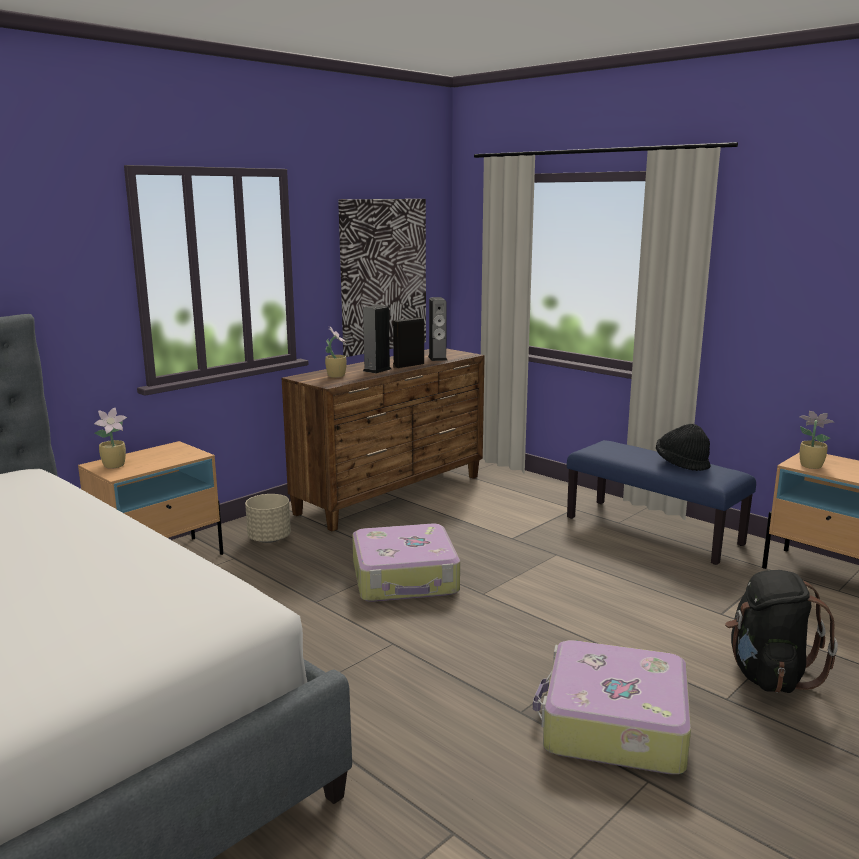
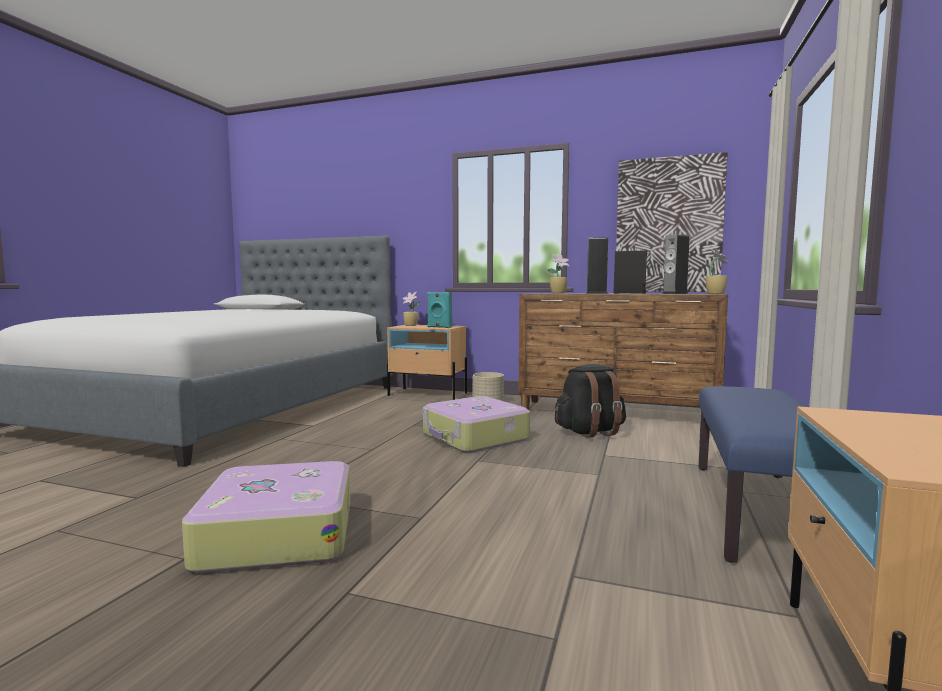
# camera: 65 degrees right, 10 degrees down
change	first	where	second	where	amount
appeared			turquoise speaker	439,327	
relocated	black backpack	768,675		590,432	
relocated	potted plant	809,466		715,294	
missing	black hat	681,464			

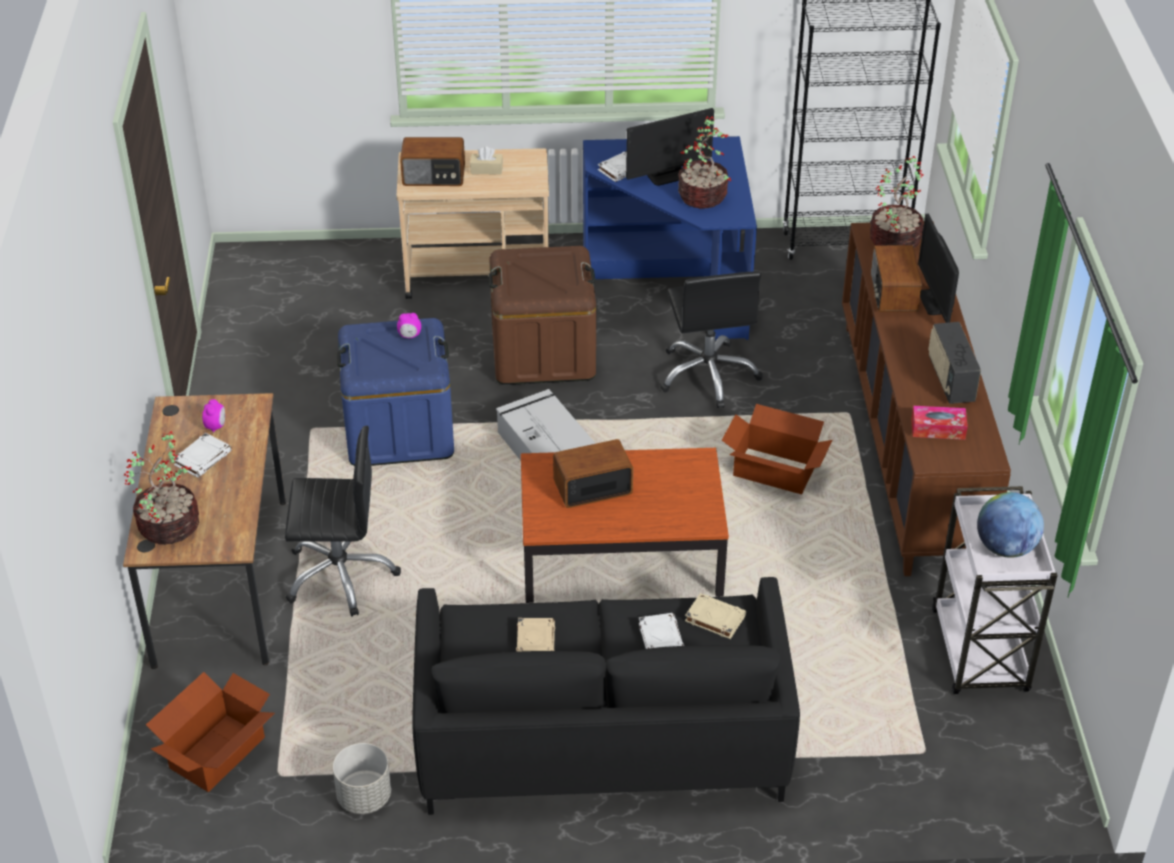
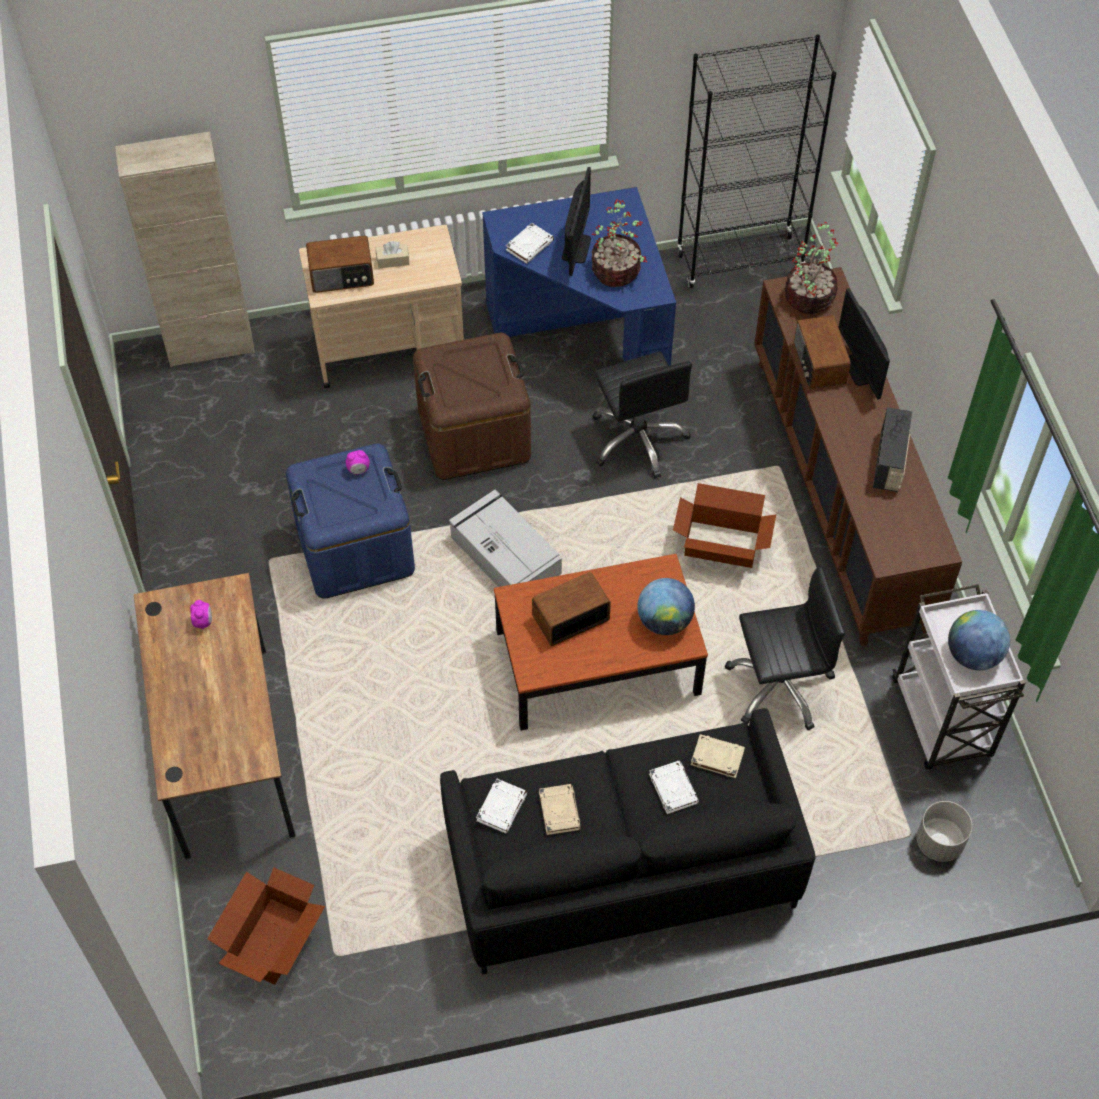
# camera: 10 degrees left, 15 degrees up
change	first	where	second	where	amount
appeared			beige cabinet	210,345	
relocated	white book	203,458		501,807	
spun	monitor	667,175		576,248	45 degrees counterclockwise
appeared			globe	664,621	
relocated	black office chair	340,574		779,685	
spun	radio	950,380		890,463	150 degrees counterclockwise
relocated	grey planter	364,797		939,843	
missing	potted plant	170,525			
missing	tissue box	938,429			

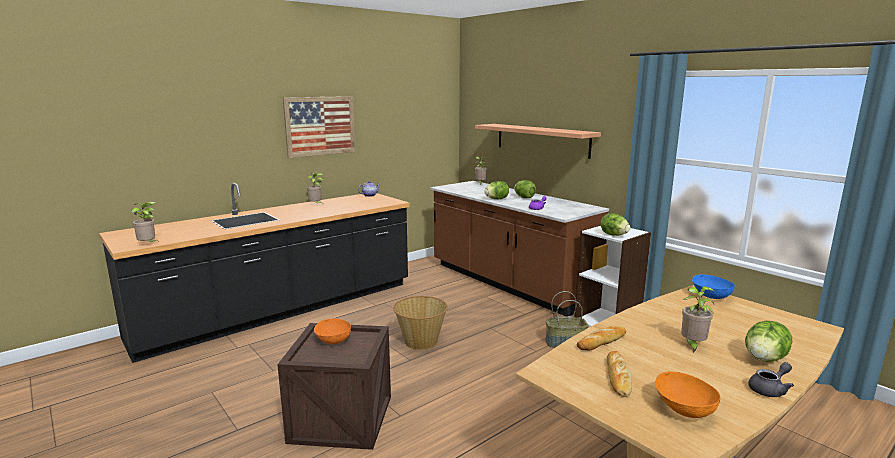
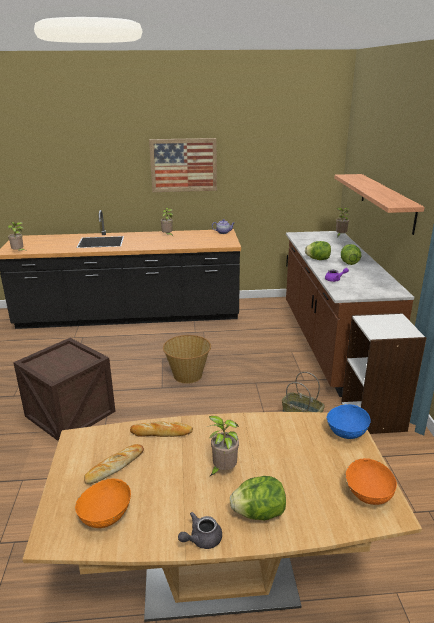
# camera: 35 degrees right, 10 degrees up
change	first	where	second	where	amount
spun	grey teapot	769,390		201,539	135 degrees clockwise
relocated	orange bowl	333,341		367,493	
missing	lettuce	614,235			

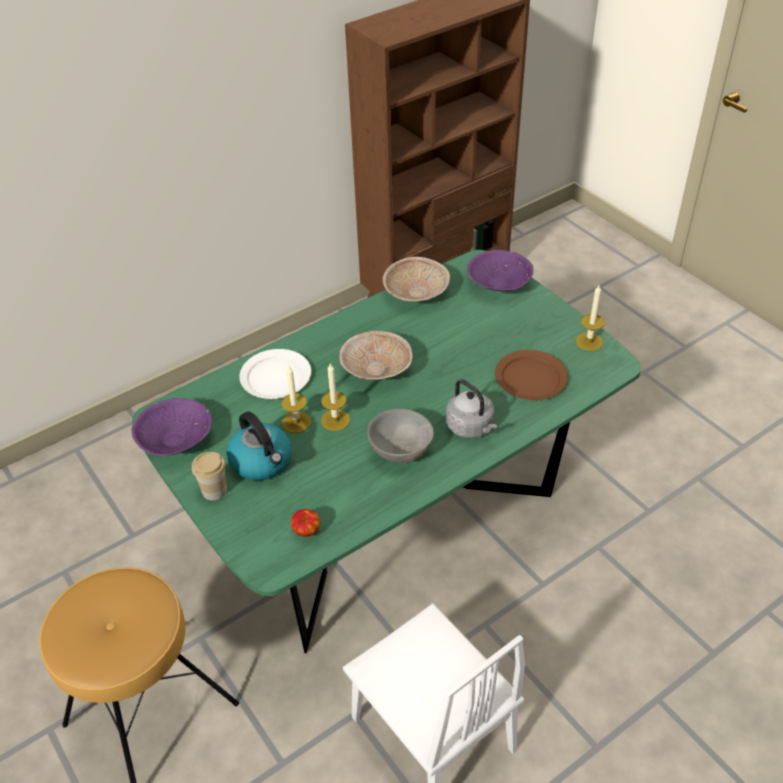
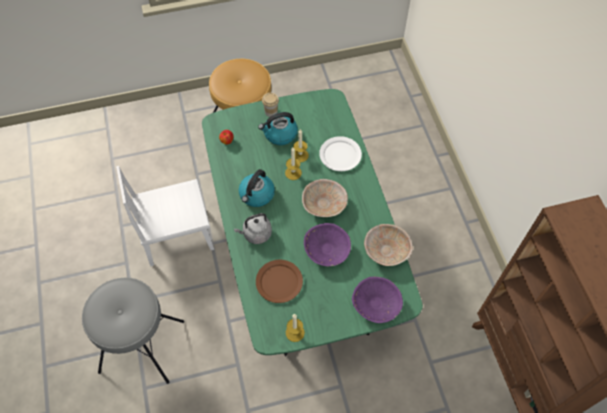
# camera: 110 degrees right, 15 degrees up
change	first	where	second	where	amount
appeared			grey stool	142,345	
exchanged	grey bowl	400,450	kettle	256,195	
relocated	purple bowl	176,440		327,250	

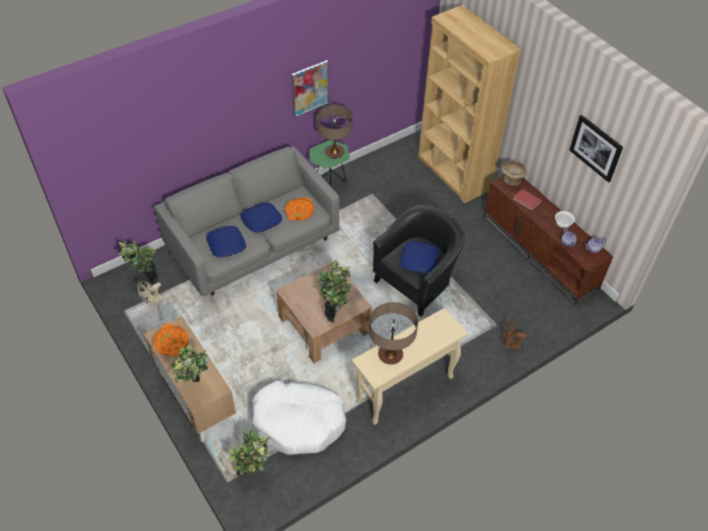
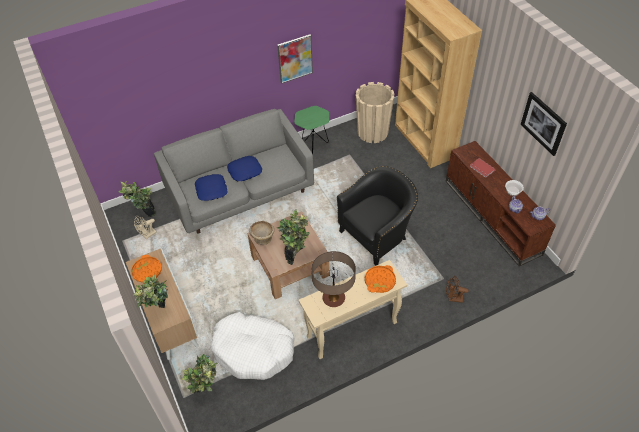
# camera: 10 degrees right, 0 degrees up
change	first	where	second	where	amount
relocated	beige bowl	511,180		262,238	
appeared			beige planter	372,132	
relocated	orange tray	299,211		380,281	
missing	table lamp	334,153			
missing	blue pillow	419,260			

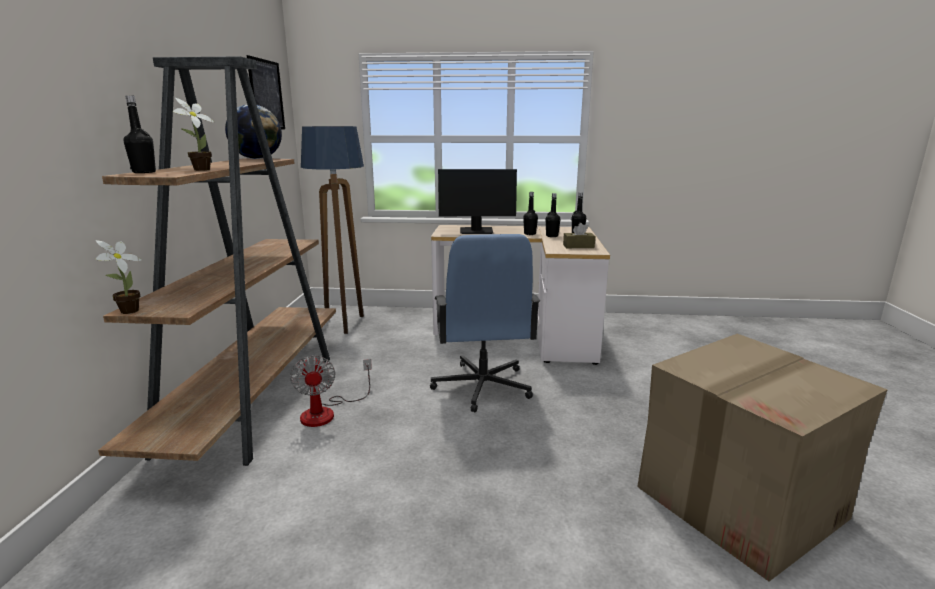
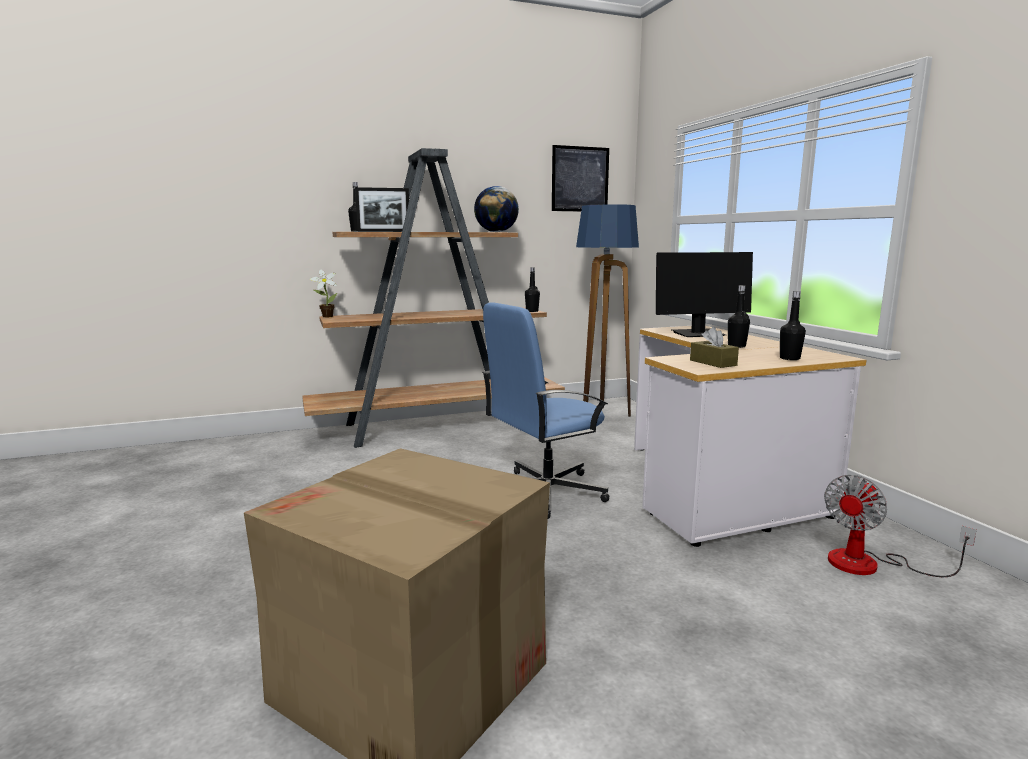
# camera: 65 degrees right, 5 degrees down
change	first	where	second	where	amount
exchanged	potted plant	199,170	picture frame	384,231	
relocated	black bottle	552,236		532,311	
spun	monitor	476,231		698,334	75 degrees counterclockwise
relocated	fan	327,412		870,564	

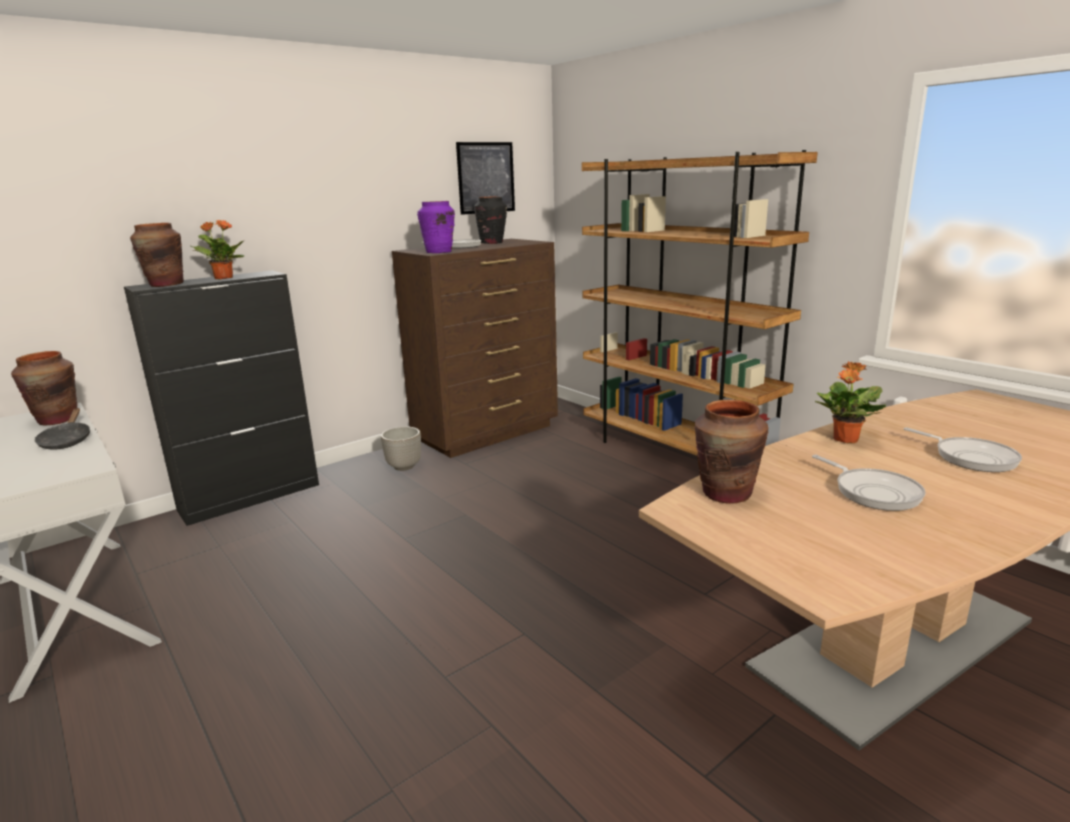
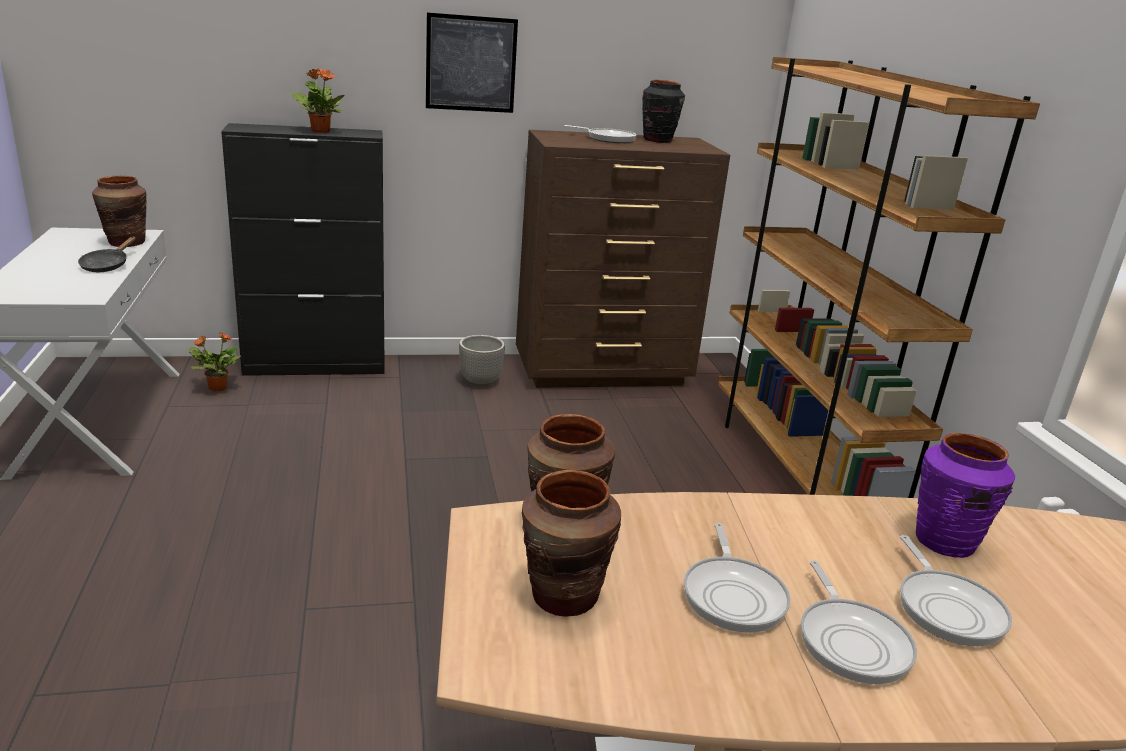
# camera: 25 degrees right, 5 degrees up
change	first	where	second	where	amount
relocated	potted plant	845,439		217,388	
relocated	picture	486,178		471,64	
relocated	brown vase	166,284		563,596	
appeared			frying pan	851,641	
relocated	purple vase	439,252		944,542	

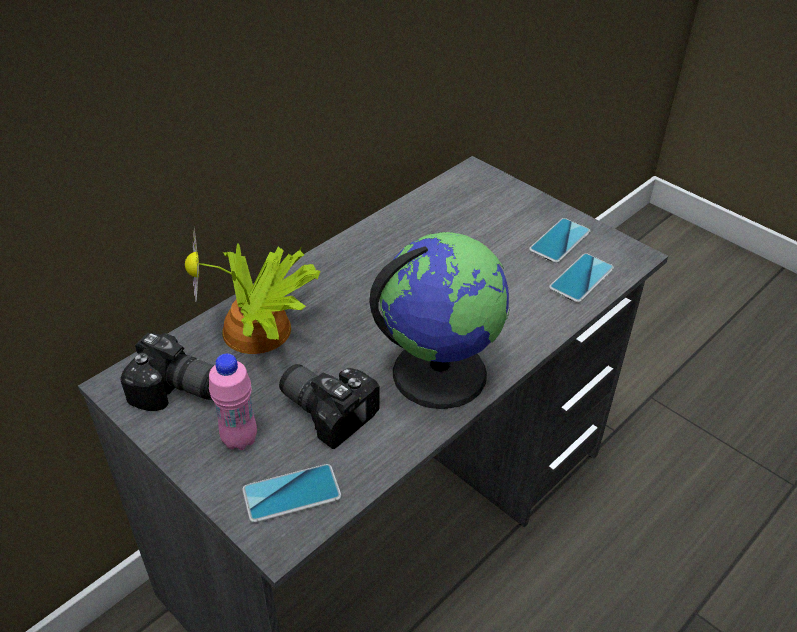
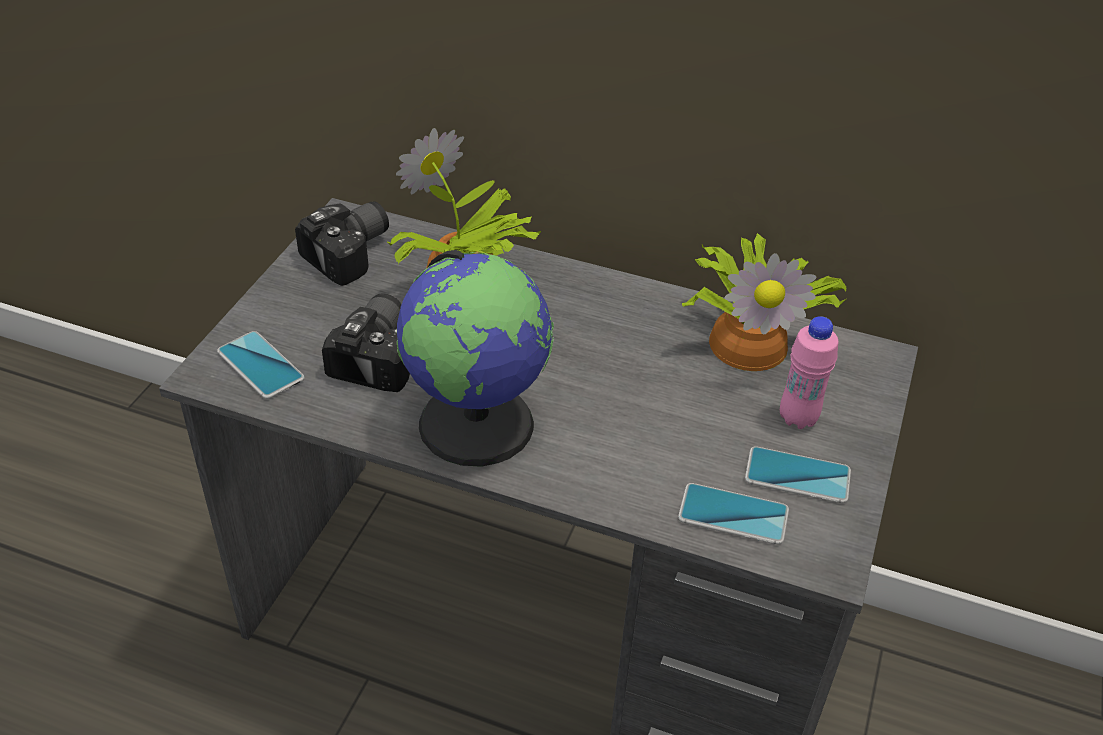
# camera: 65 degrees right, 0 degrees up
change	first	where	second	where	amount
spun	photo camera	178,392		352,254	135 degrees counterclockwise
appeared			potted plant	751,340	
relocated	pink bottle	239,439		798,418	

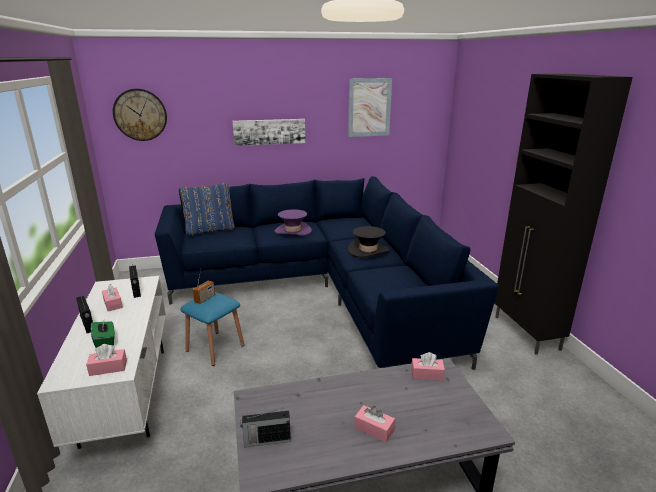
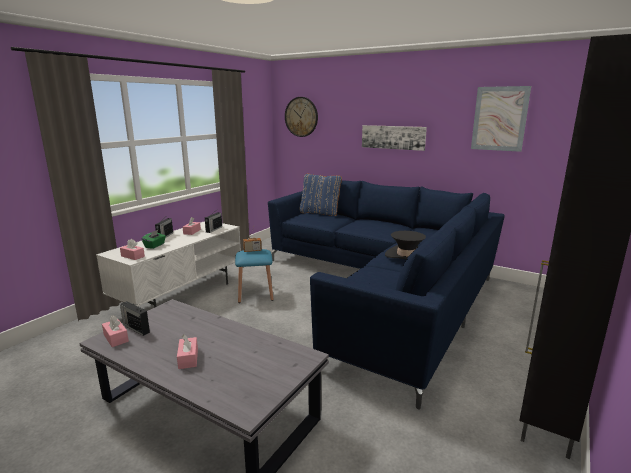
# camera: 45 degrees right, 5 degrees down
change	first	where	second	where	amount
relocated	pink tissue box	427,374		116,338	
missing	purple hat	293,231			

